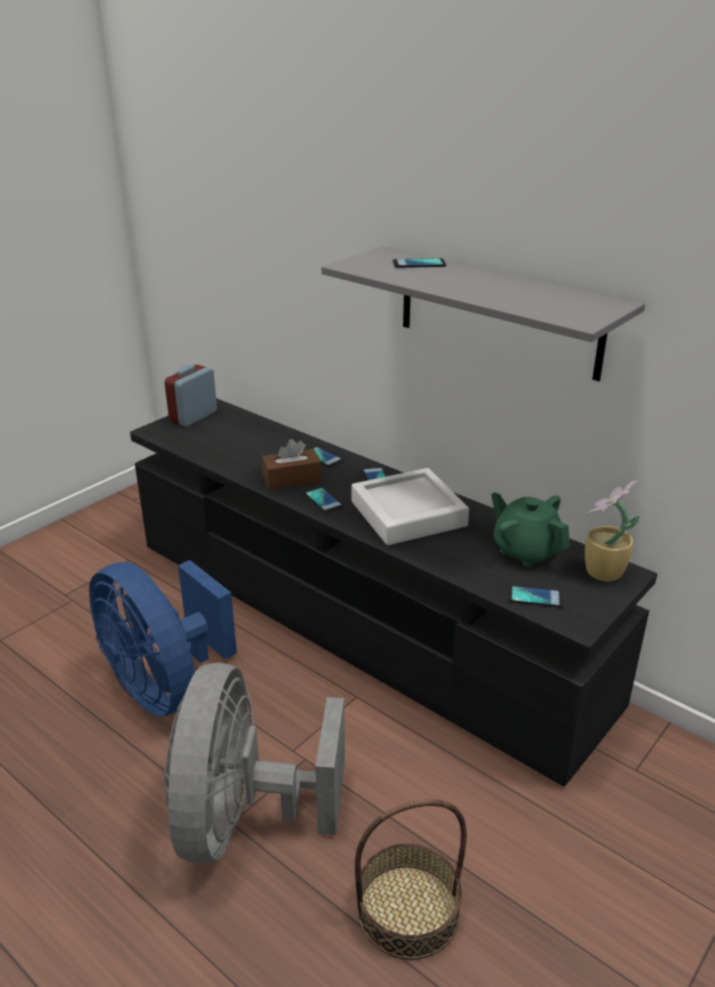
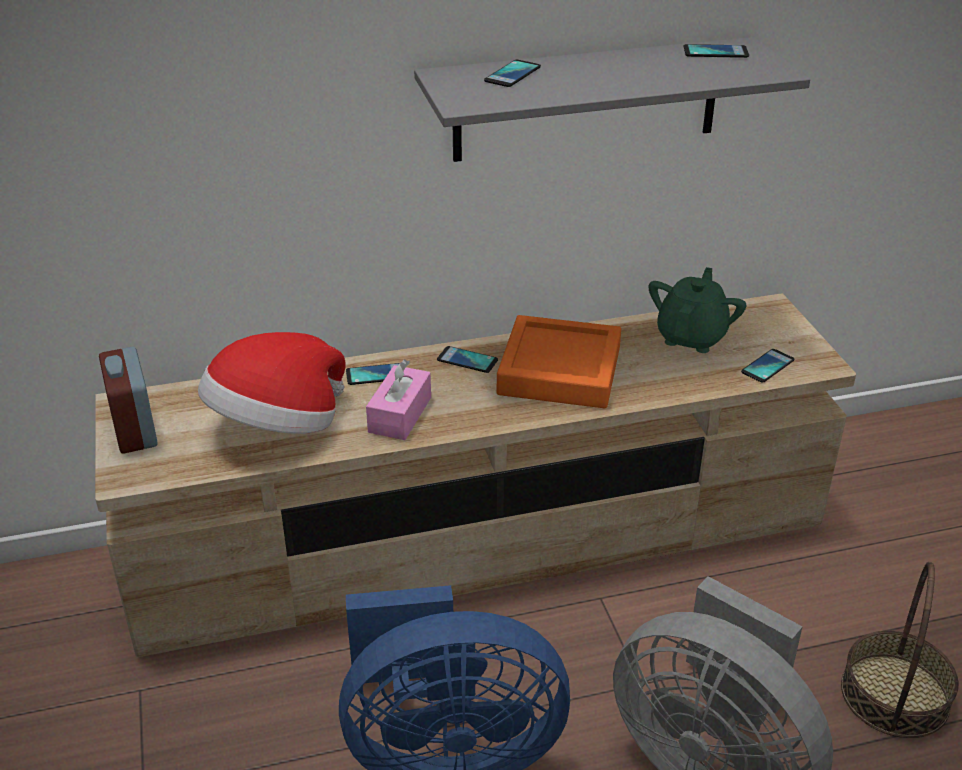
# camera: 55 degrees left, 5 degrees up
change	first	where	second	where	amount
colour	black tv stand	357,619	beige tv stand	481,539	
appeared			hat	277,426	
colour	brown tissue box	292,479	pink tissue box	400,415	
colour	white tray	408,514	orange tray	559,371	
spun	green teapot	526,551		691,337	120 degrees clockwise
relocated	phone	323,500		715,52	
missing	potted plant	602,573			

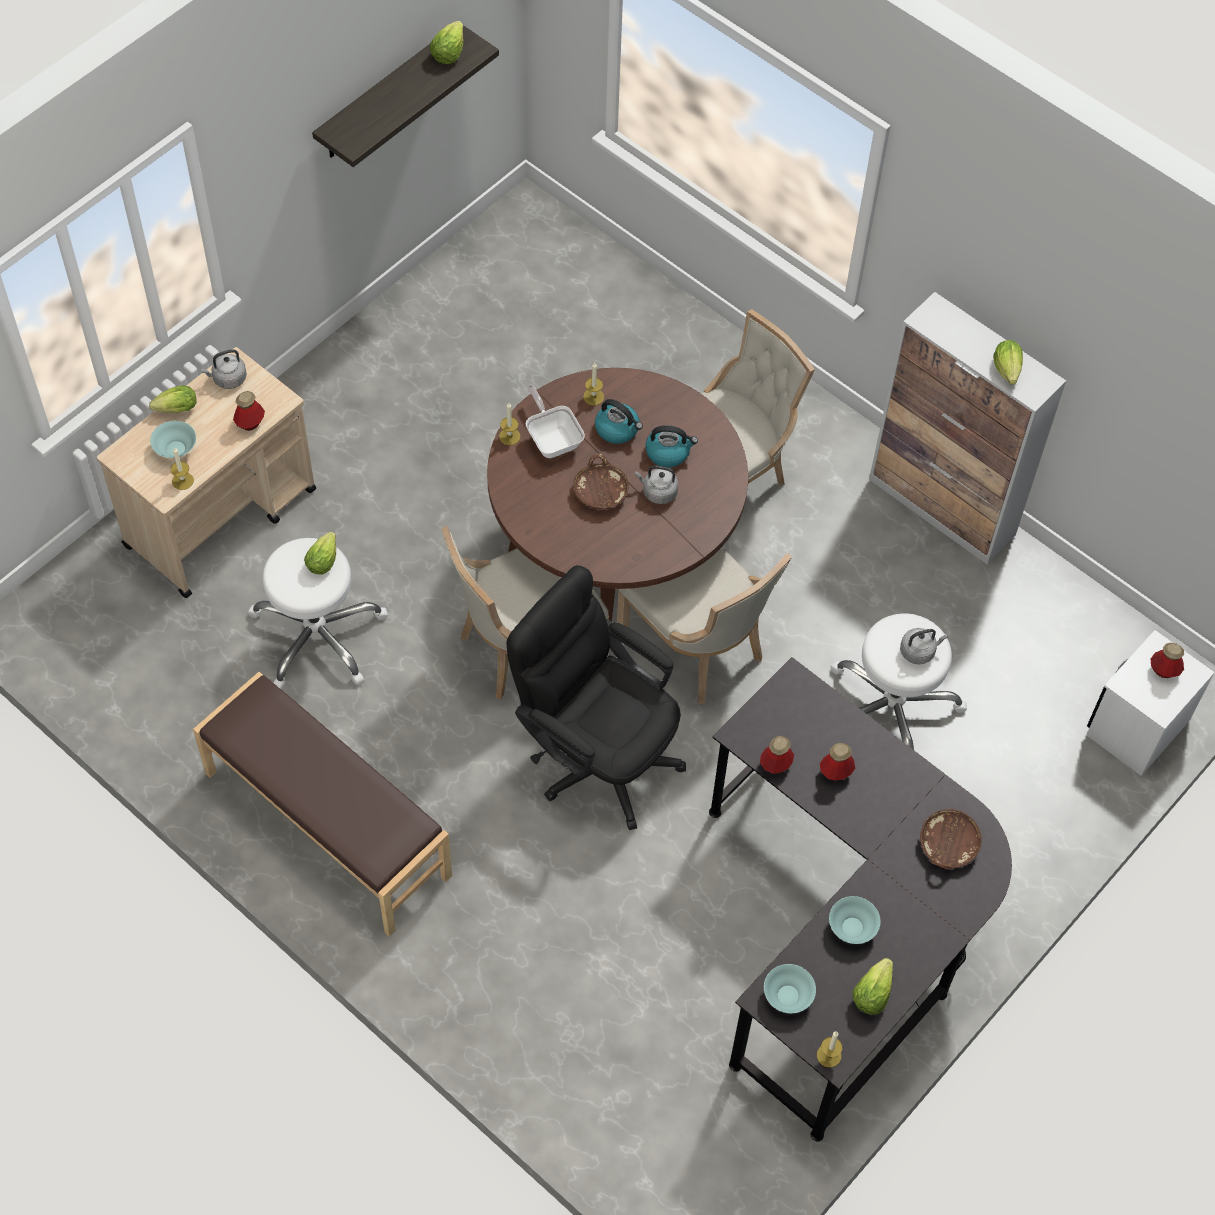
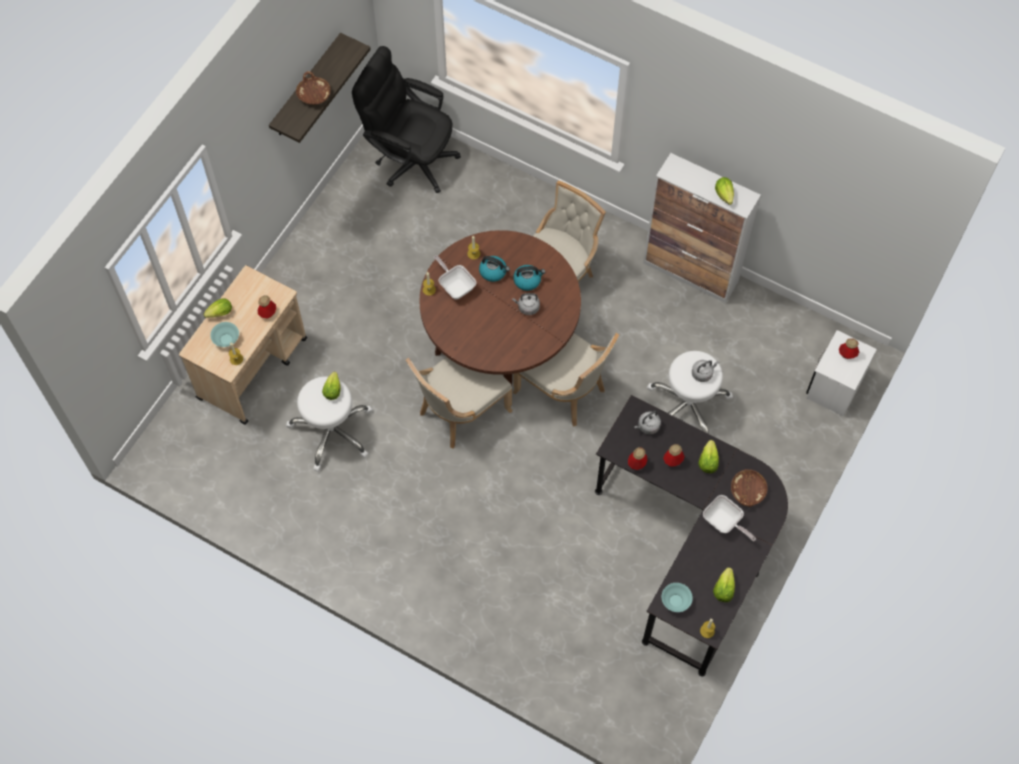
# camera: 10 degrees left, 5 degrees up
change	first	where	second	where	amount
relocated	brown bowl	600,491		313,94	
relocated	black office chair	596,754		410,158	
relocated	grey kettle	228,379		647,426	
relocated	lettuce	448,53		708,462	
appeared			frying pan	724,523	
missing	brown bench	326,825			
missing	turquoise bowl	853,927			

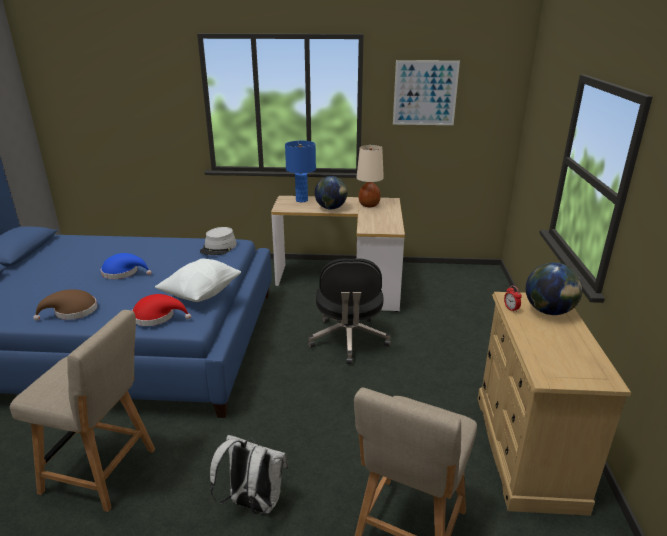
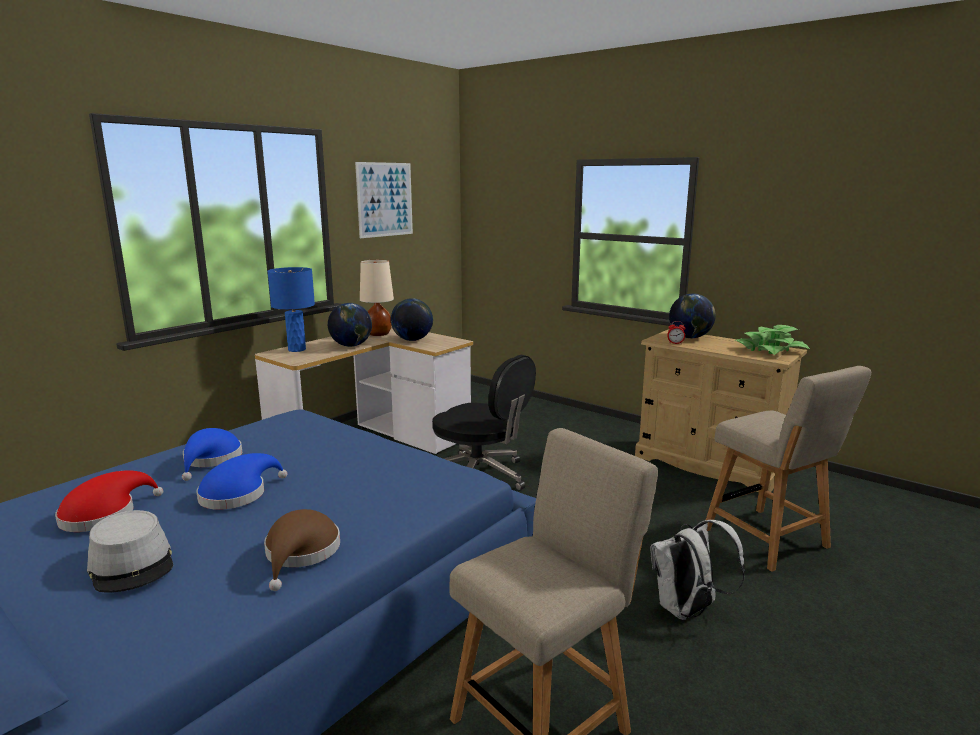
# camera: 55 degrees left, 10 degrees down
change	first	where	second	where	amount
relocated	red hat	157,317		104,514	
relocated	grey hat	218,248		132,564	
appeared			blue hat	211,460	
appeared			globe	412,340	
appeared			potted plant	770,350	
missing	white pillow	201,294			

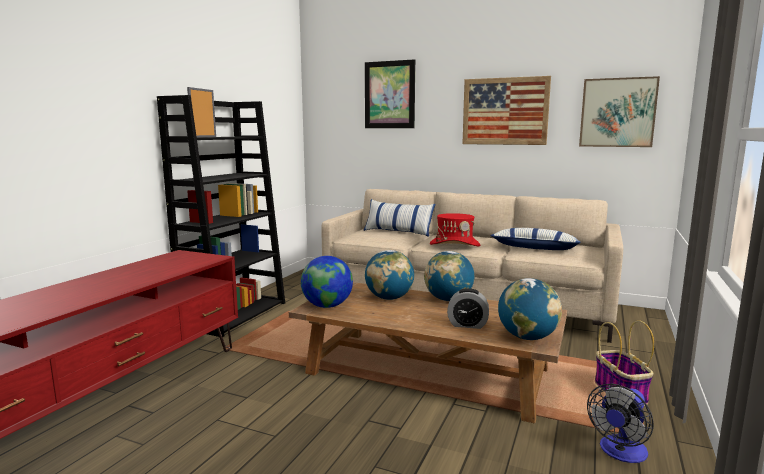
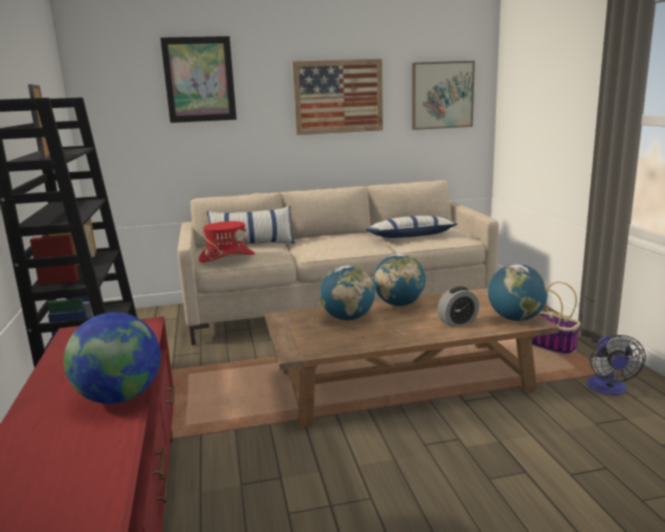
# camera: 35 degrees left, 5 degrees up
change	first	where	second	where	amount
relocated	globe	327,306		120,397	
relocated	red hat	454,244		227,257	

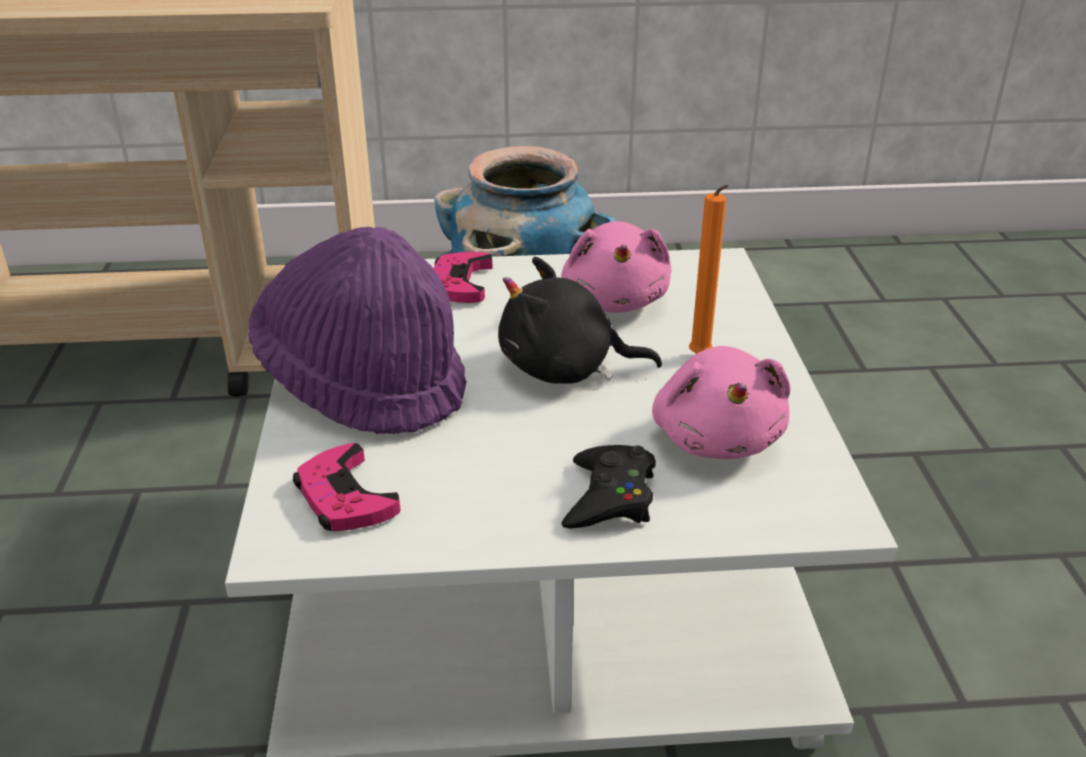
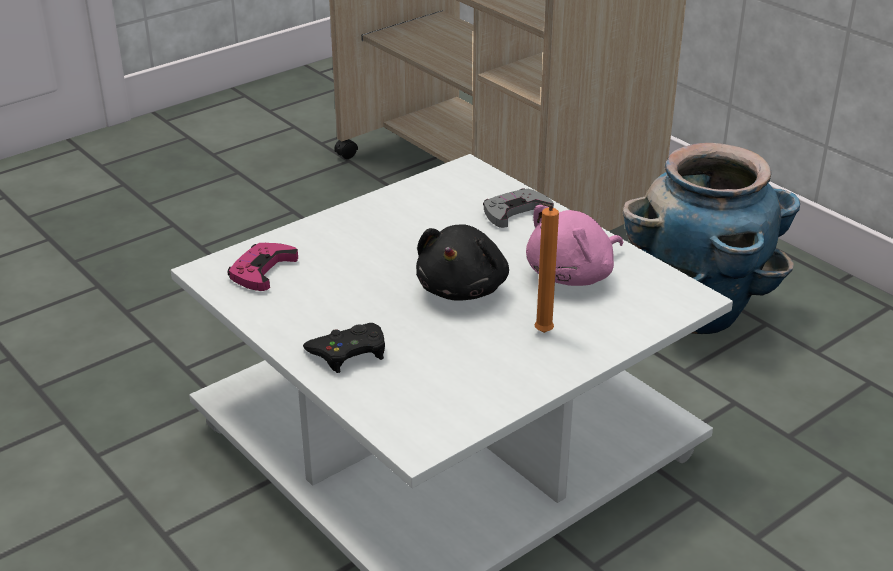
# camera: 55 degrees right, 0 degrees up
change	first	where	second	where	amount
spun	black plush toy	565,369		463,288	135 degrees counterclockwise
colour	pink game controller	460,284	grey game controller	515,212	
missing	purple hat	364,383			
missing	pink plush toy	717,437			

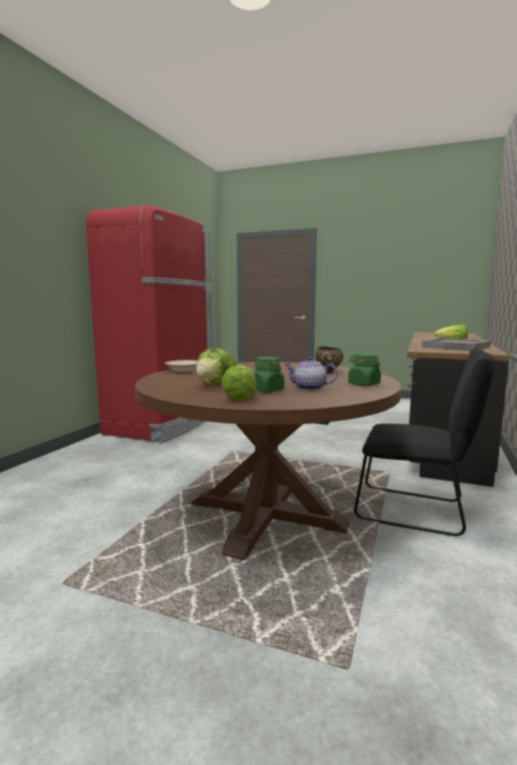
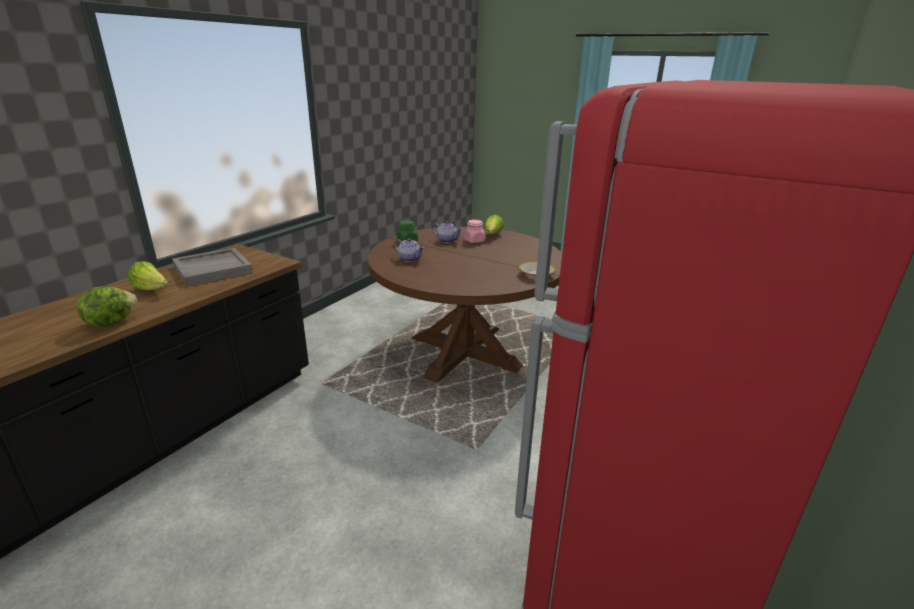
# camera: 170 degrees left, 15 degrees up
change	first	where	second	where	amount
relocated	lettuce	216,385		110,322	
exchanged	brown bowl	329,373	teapot	410,259	
colour	green jar	267,390	pink jar	474,241	
missing	black chair	415,511			

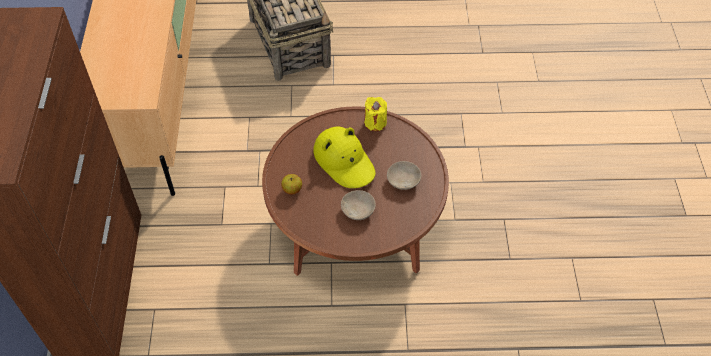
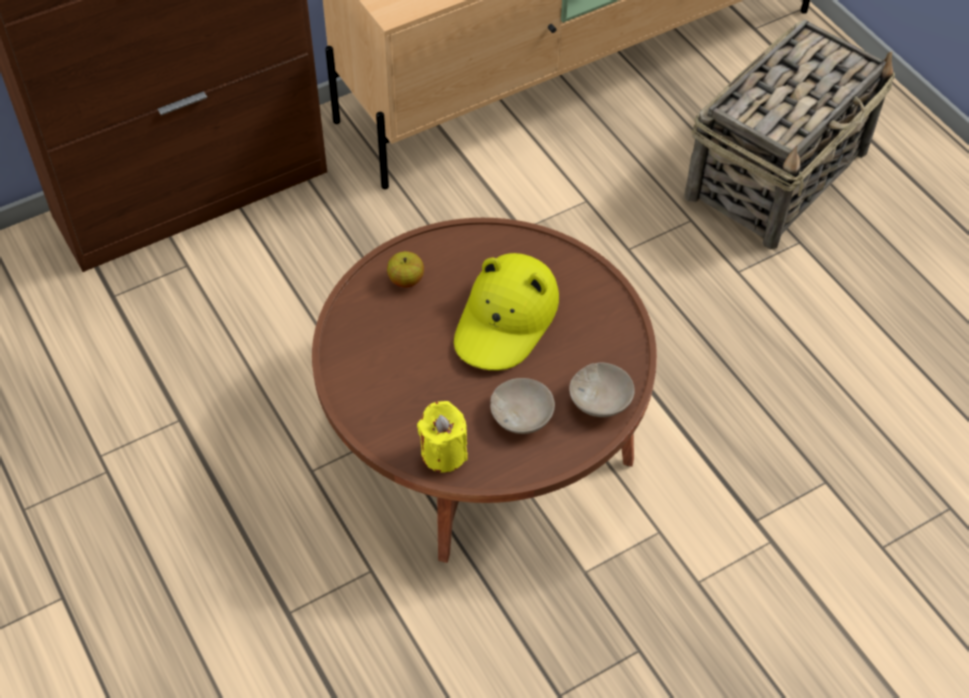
# camera: 60 degrees right, 0 degrees up
change	first	where	second	where	amount
relocated	yellow candle	375,122		443,453	
relocated	beige bowl	359,210		601,401	

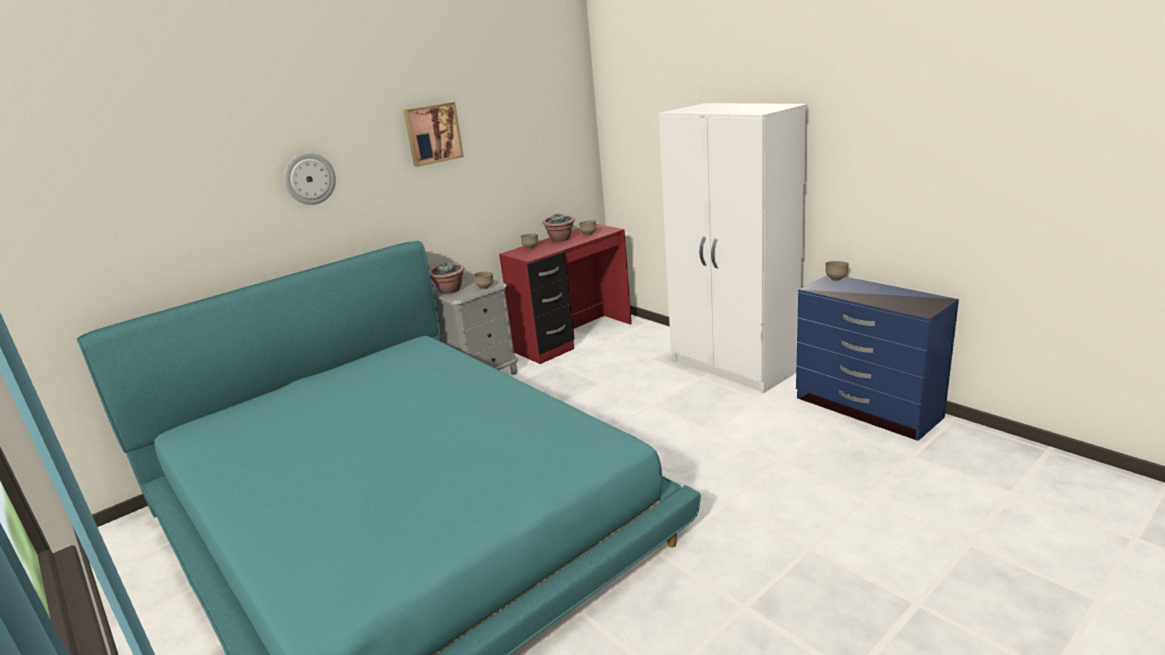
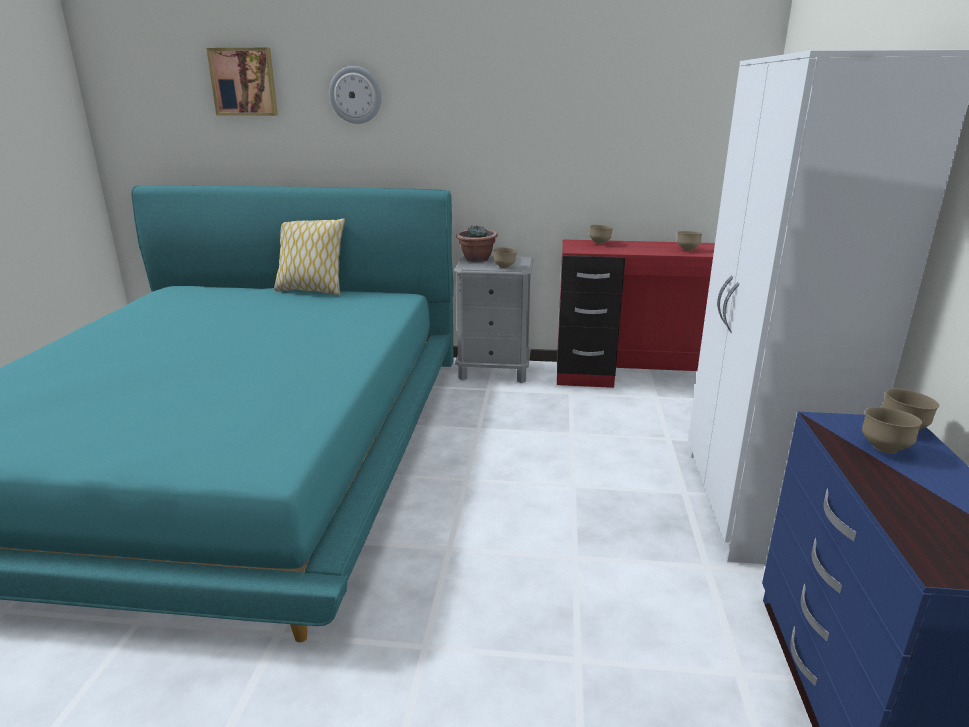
# camera: 45 degrees right, 0 degrees up
change	first	where	second	where	amount
relocated	picture	432,134		244,82	
appeared			pillow	311,290	
appeared			brown bowl	884,449	
missing	potted plant	560,239			

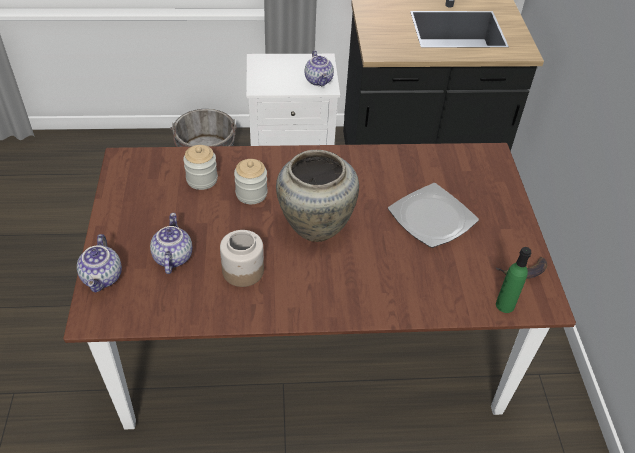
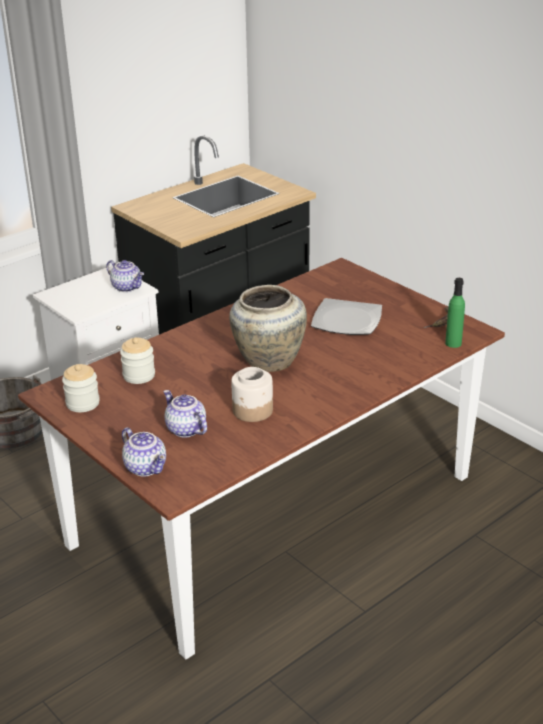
# camera: 35 degrees left, 15 degrees down
change	first	where	second	where	amount
relocated	jar	251,194		82,403	

